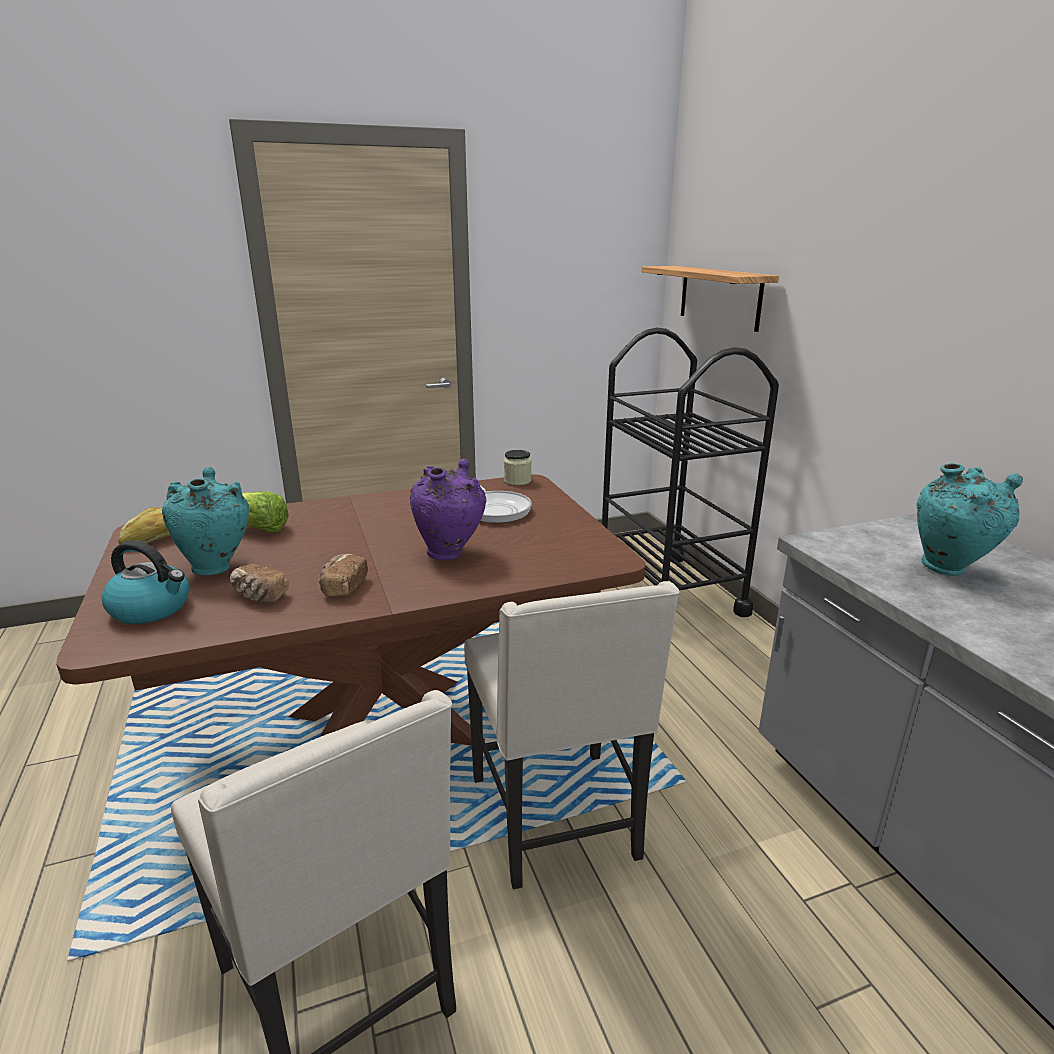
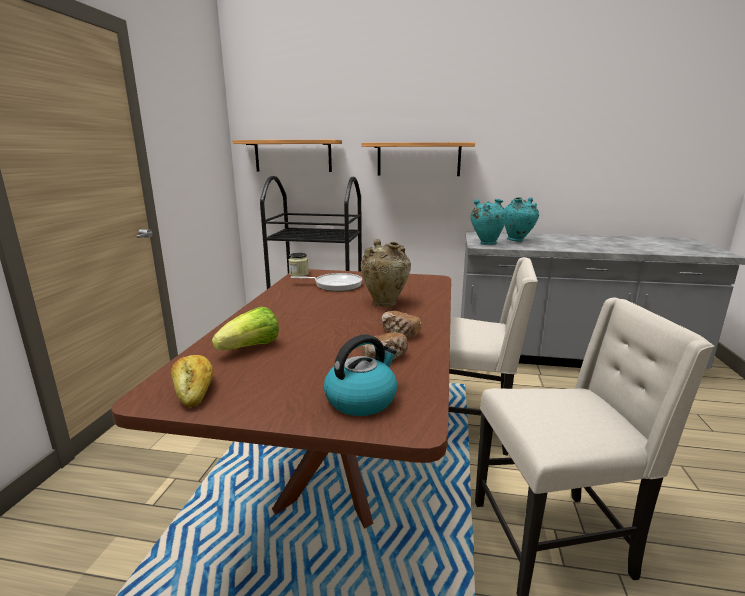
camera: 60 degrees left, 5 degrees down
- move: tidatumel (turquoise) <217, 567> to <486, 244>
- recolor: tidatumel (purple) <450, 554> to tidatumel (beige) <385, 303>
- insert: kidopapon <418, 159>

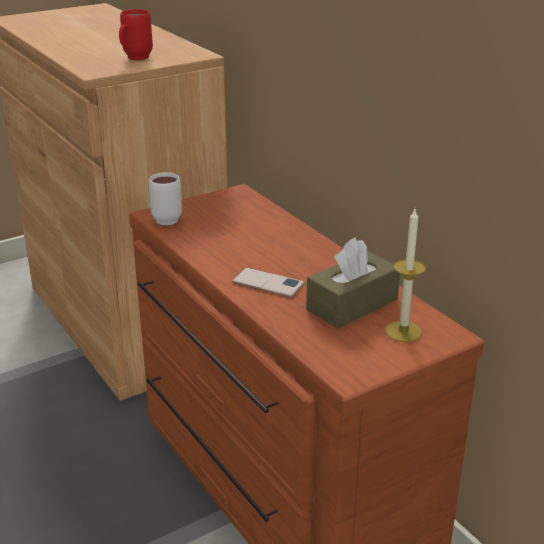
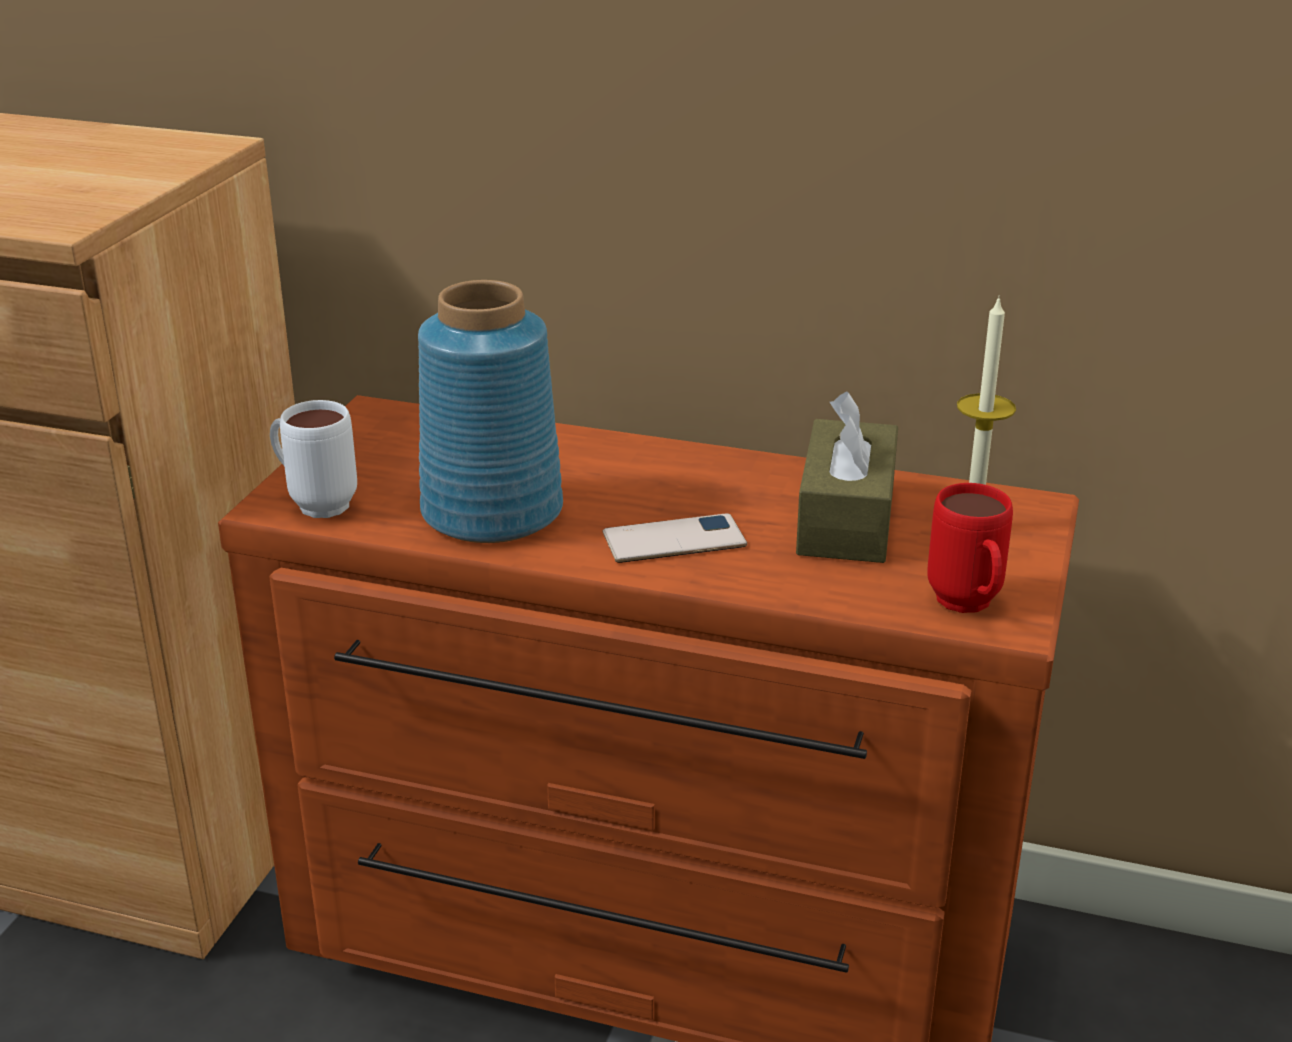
camera: 40 degrees left, 0 degrees up
- move: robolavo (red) <134, 59> to <968, 608>
- insert: tidatumel (blue) <491, 514>

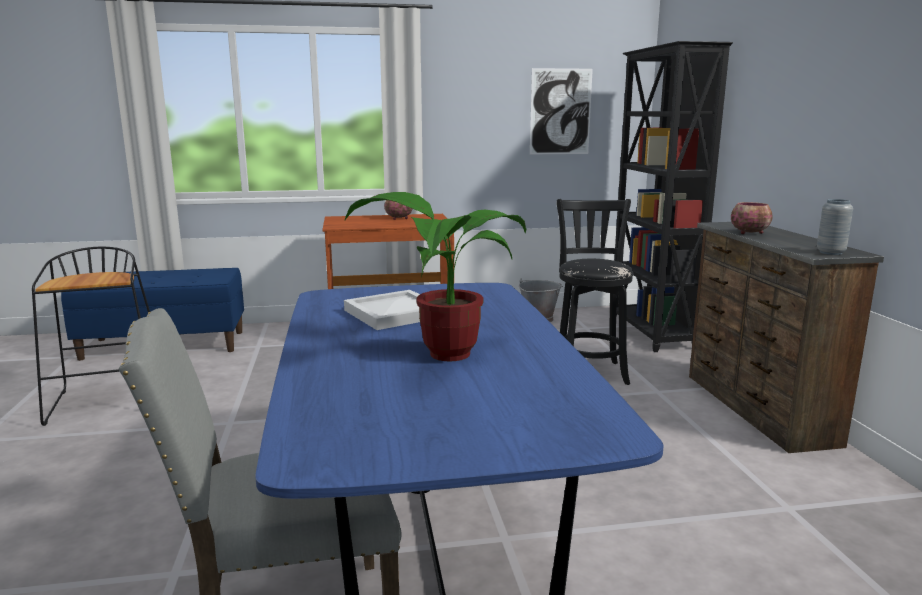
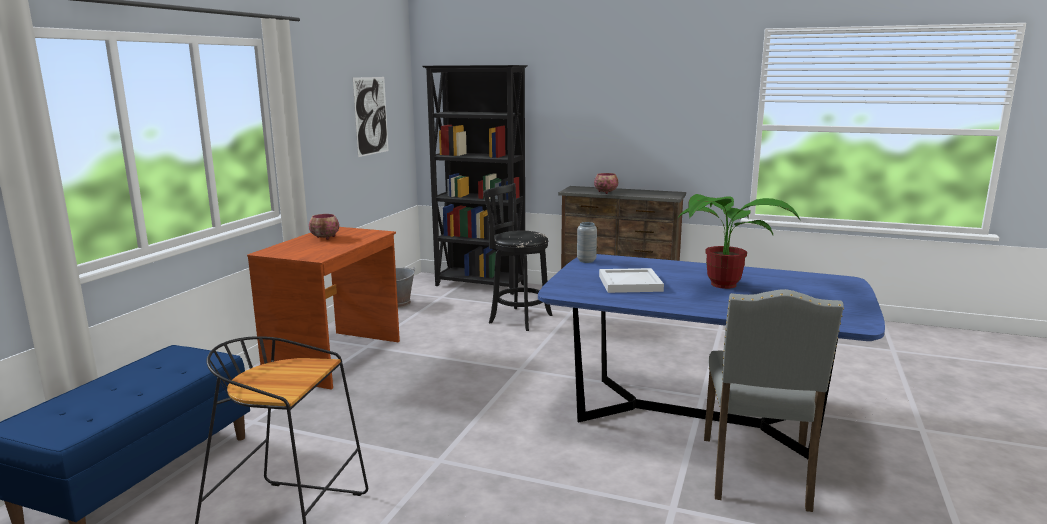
camera: 60 degrees left, 0 degrees up
- move: tidatumel (grey) <830, 252> to <586, 261>

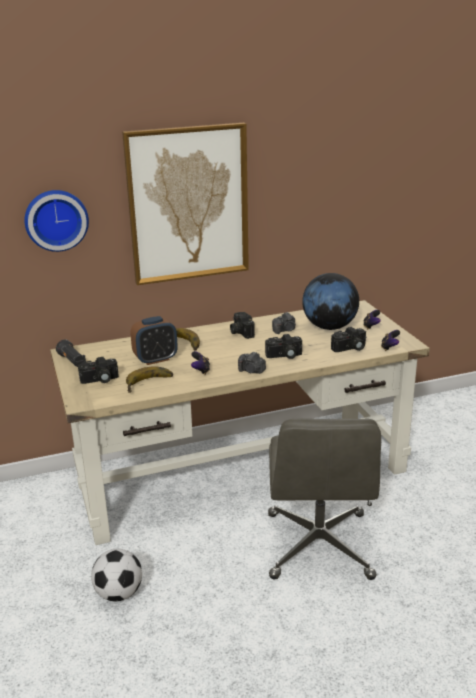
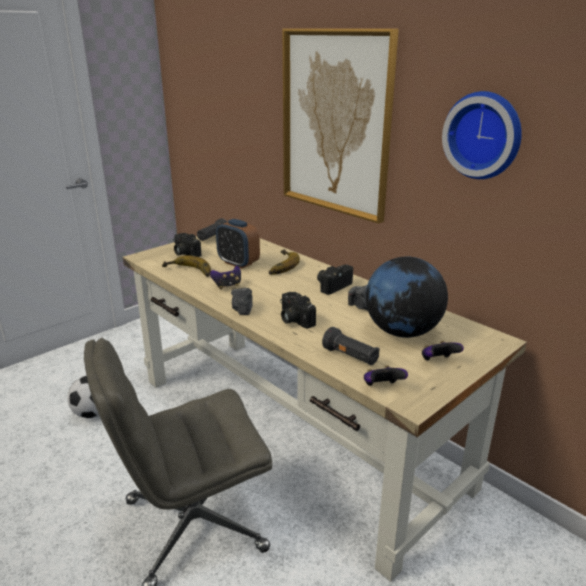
camera: 65 degrees right, 0 degrees up
- move: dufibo <56, 219> to <484, 135>
- replace: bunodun <350, 348> to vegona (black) <350, 357>

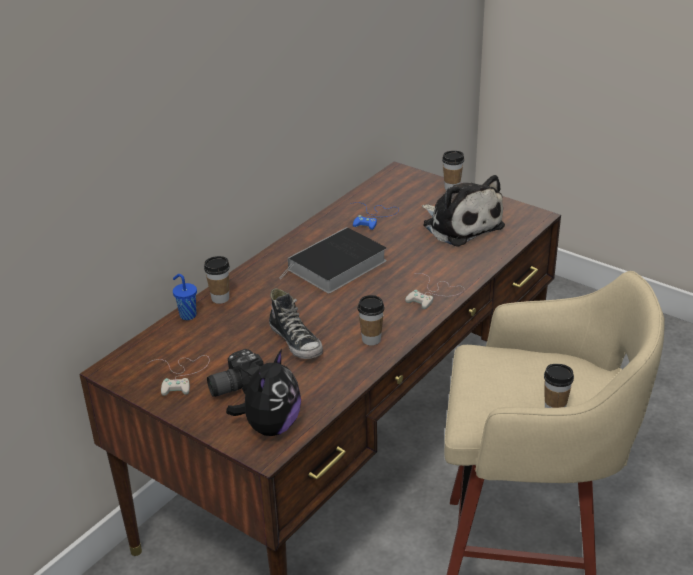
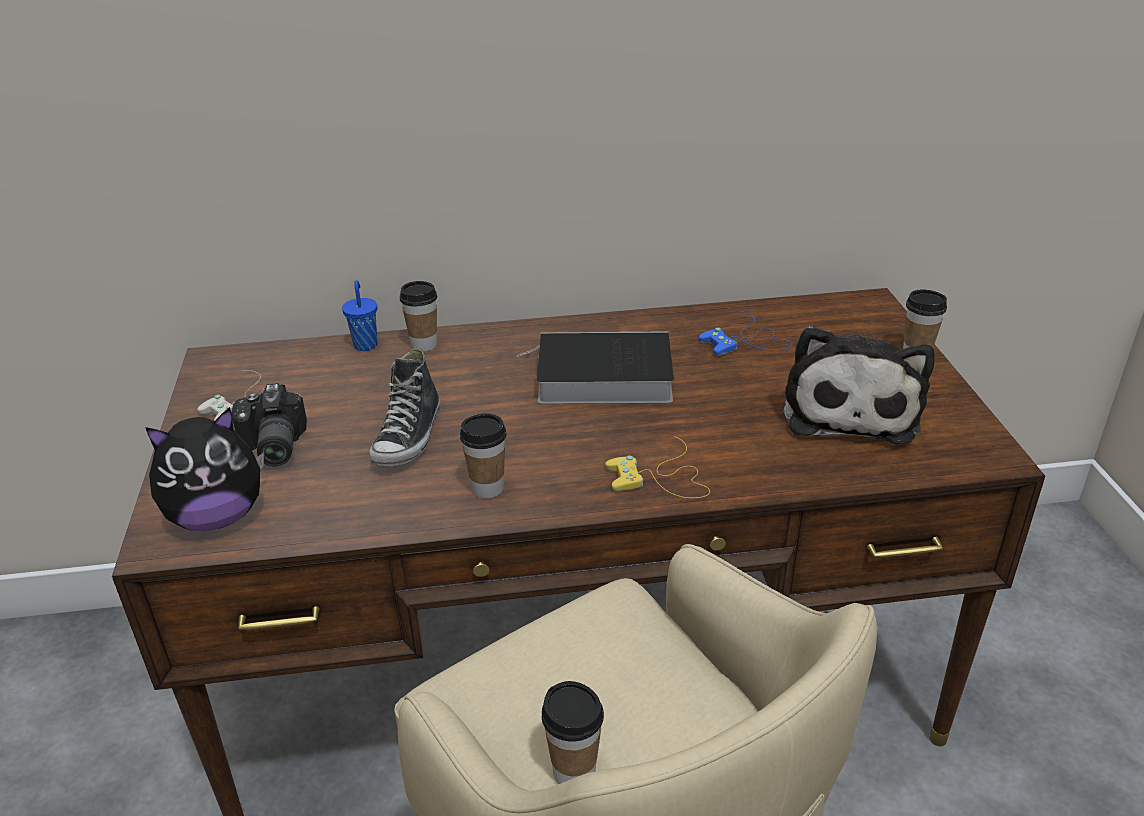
camera: 45 degrees right, 0 degrees up
- rotate: bunodun <235, 385> = <270, 447> 120 degrees counterclockwise
- recolor: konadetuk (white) <434, 293> to konadetuk (yellow) <661, 478>

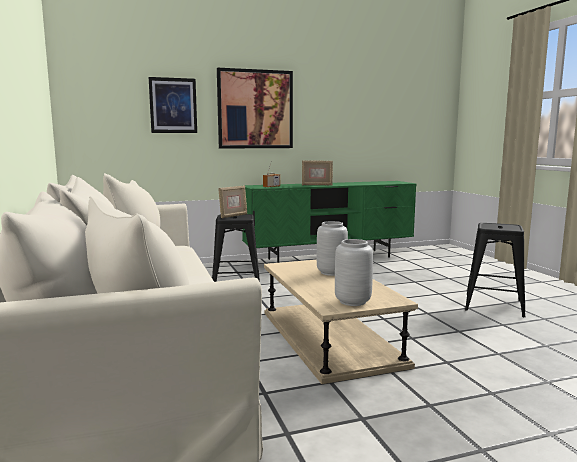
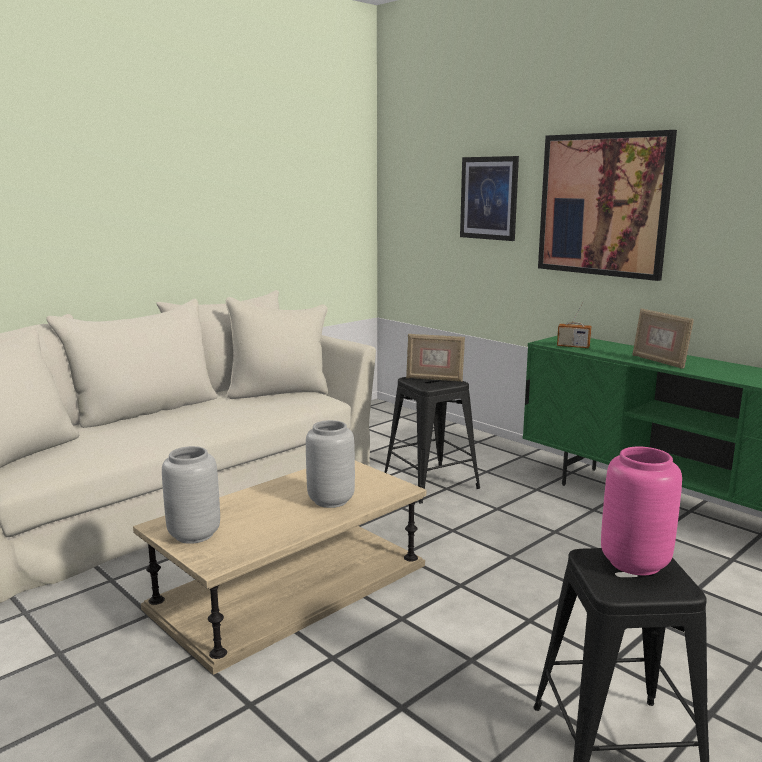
camera: 65 degrees right, 5 degrees up
- insert: tidatumel (pink) <636, 562>

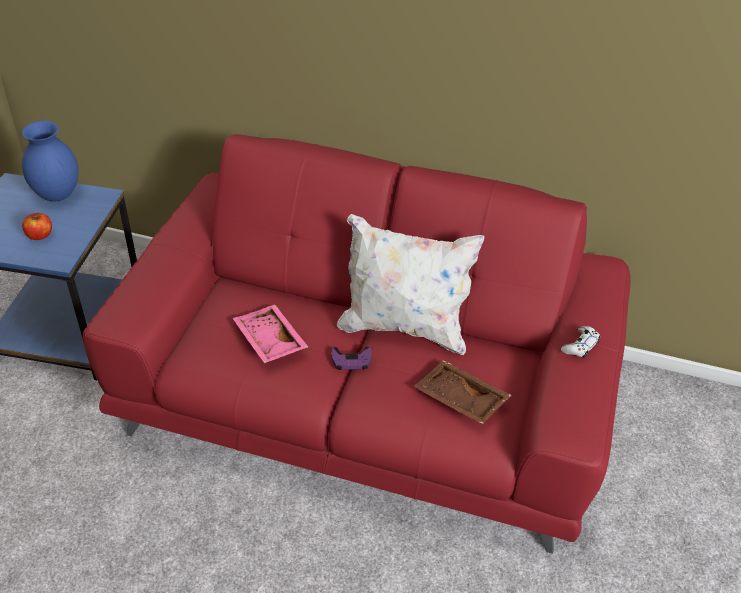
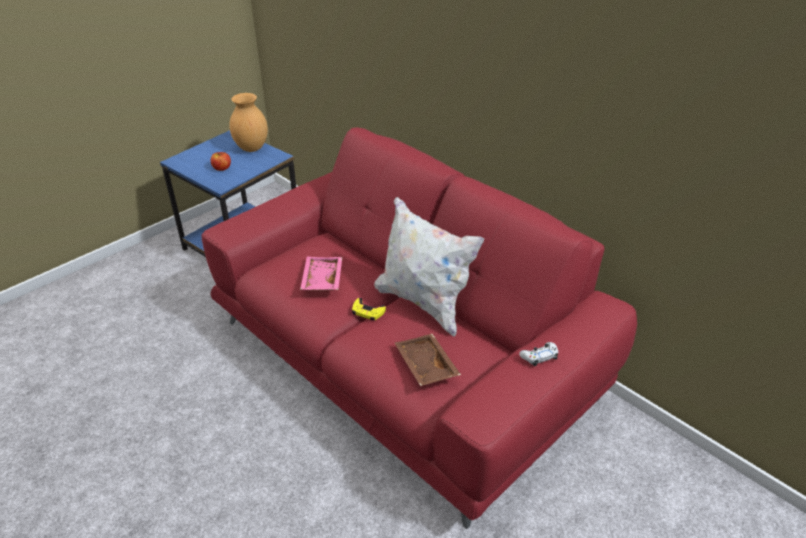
camera: 30 degrees right, 5 degrees down
- recolor: tidatumel (blue) <57, 195> to tidatumel (brown) <251, 148>
- recolor: konadetuk (purple) <351, 361> to konadetuk (yellow) <367, 312>

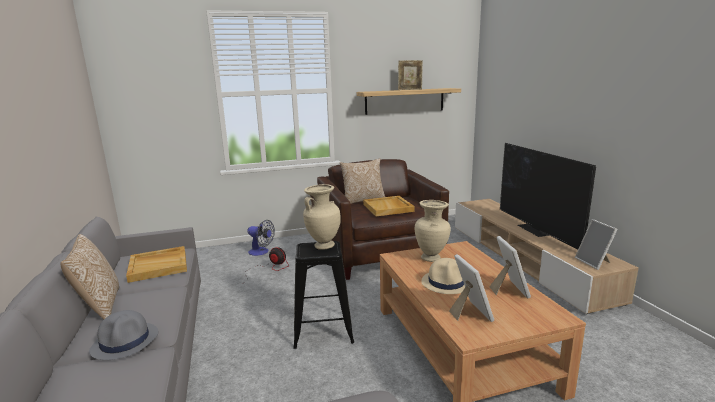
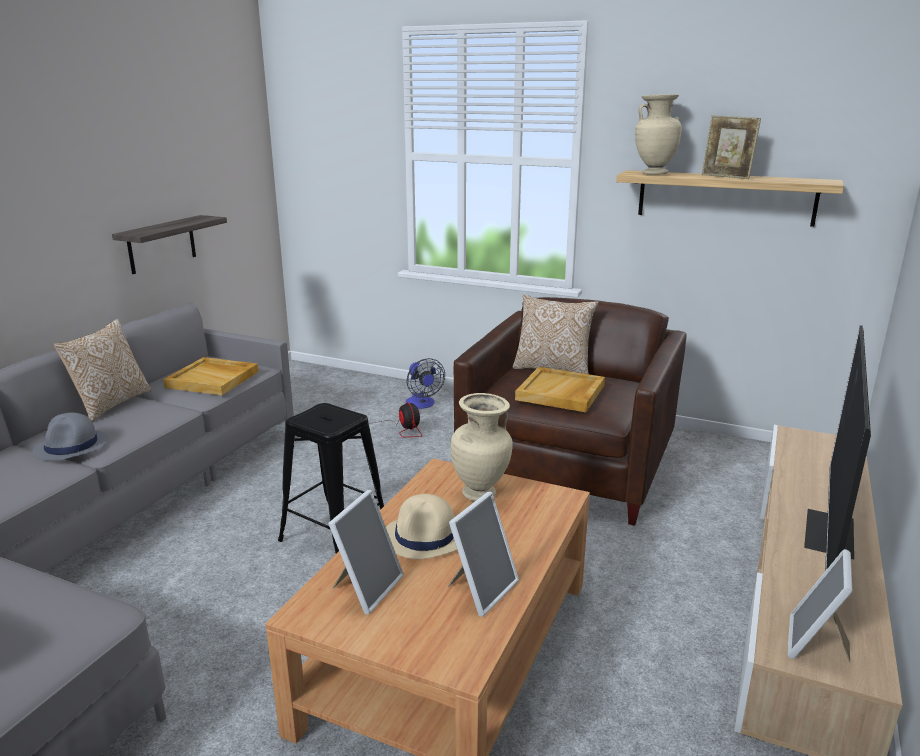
camera: 40 degrees right, 5 degrees up
- move: tidatumel (beige) <323, 246> to <654, 174>
- insert: kidopapon <162, 244>

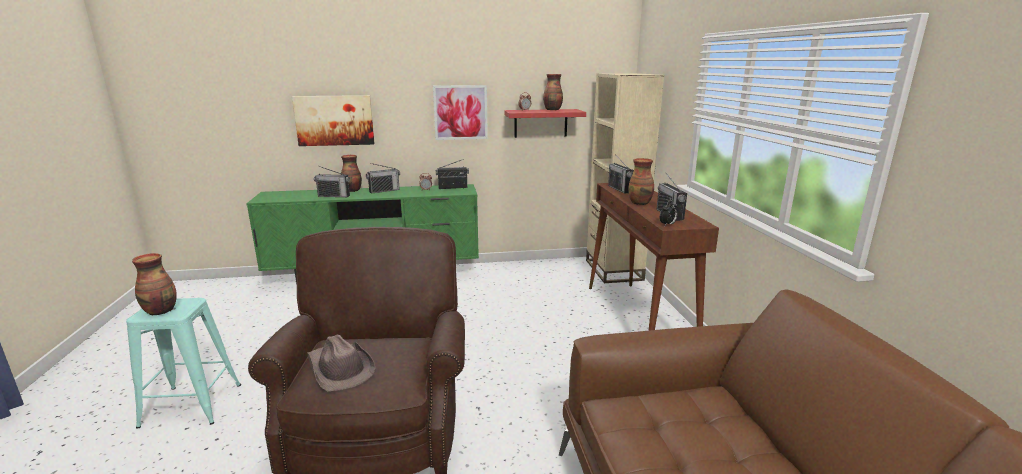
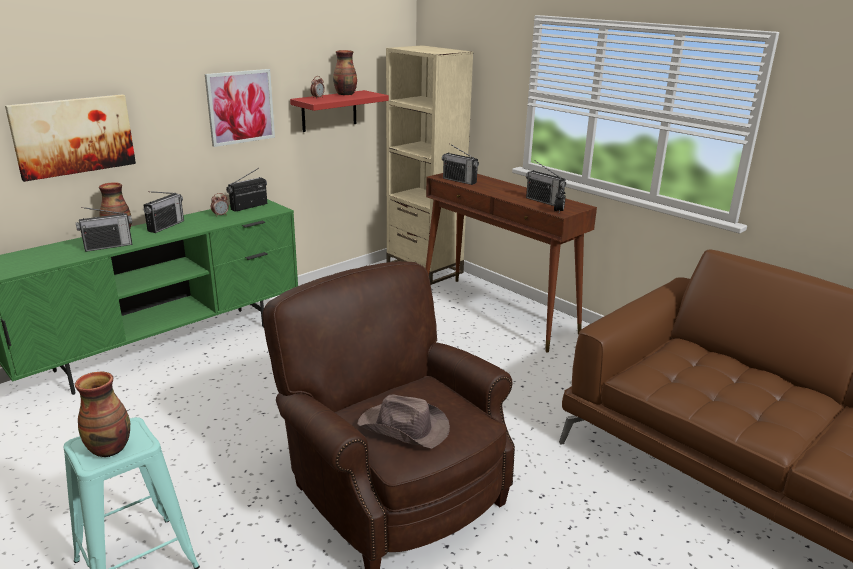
camera: 35 degrees left, 5 degrees up
- delete: tidatumel <640, 203>

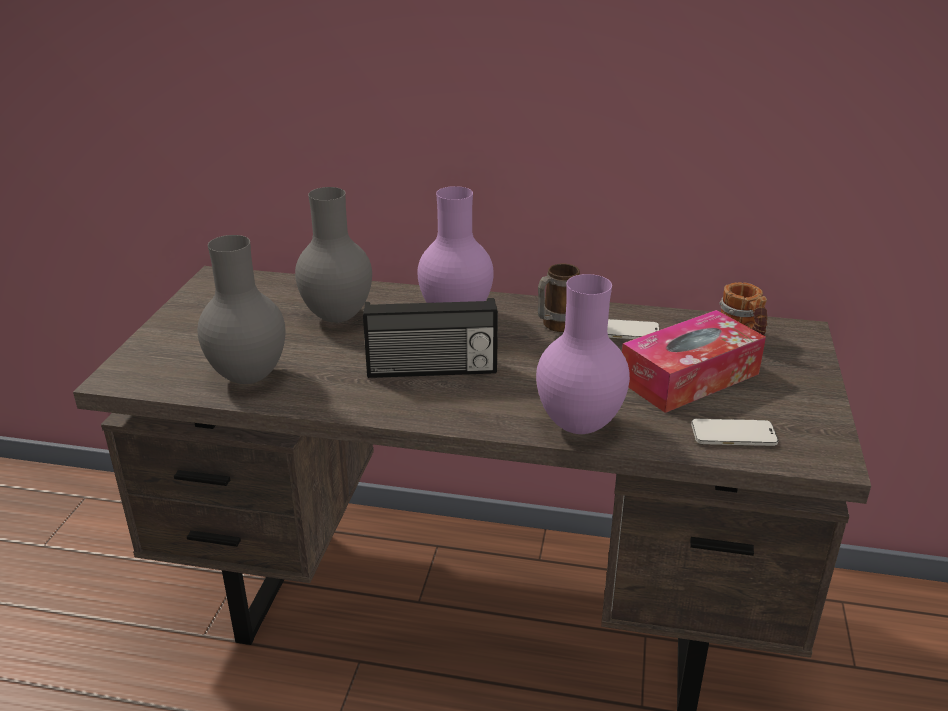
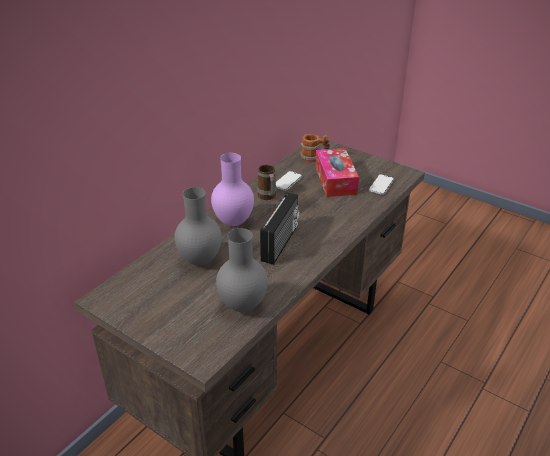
camera: 65 degrees left, 5 degrees up
- delete: tidatumel (purple) <581, 426>

